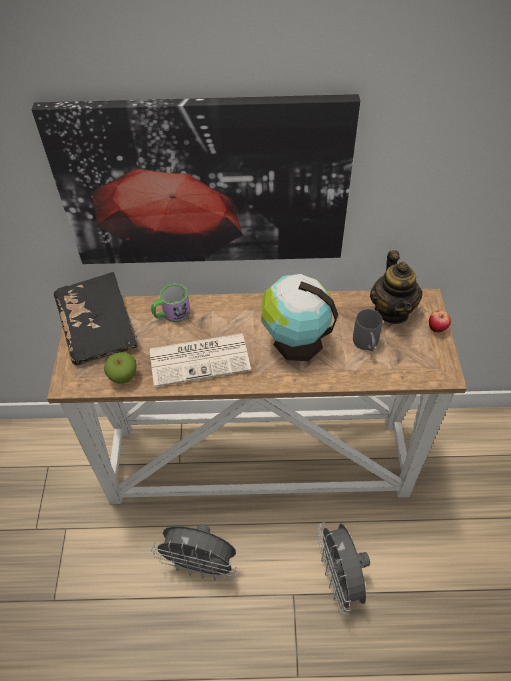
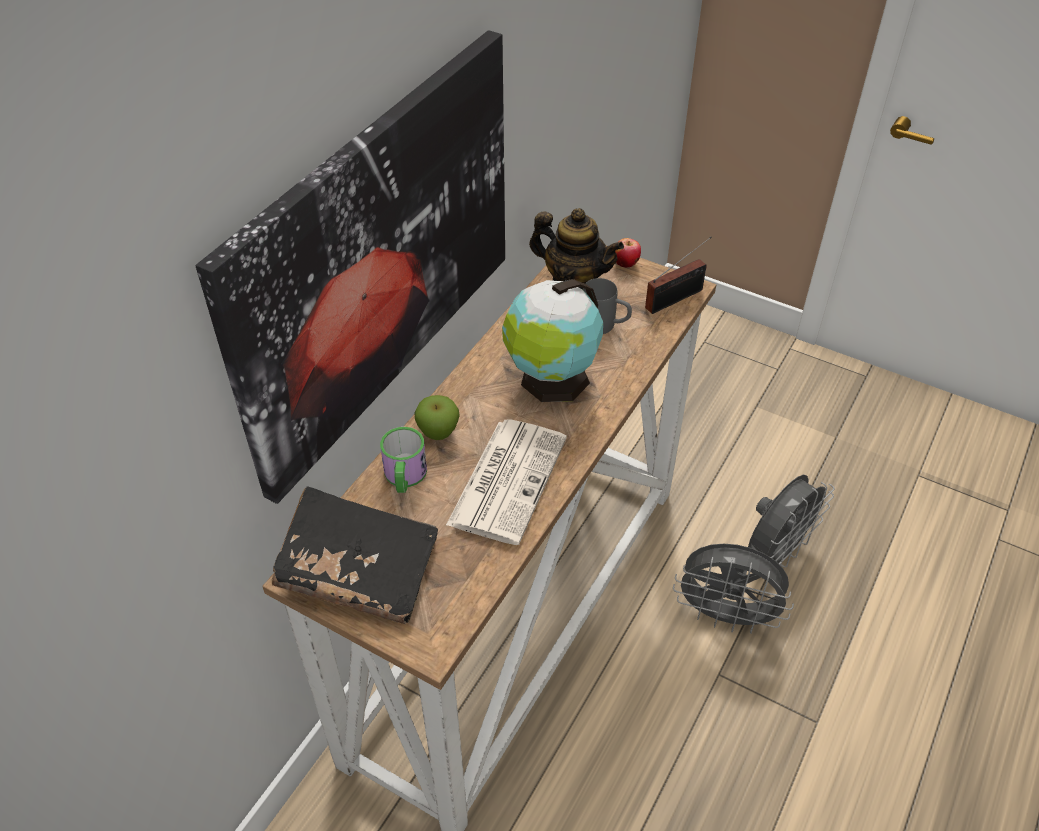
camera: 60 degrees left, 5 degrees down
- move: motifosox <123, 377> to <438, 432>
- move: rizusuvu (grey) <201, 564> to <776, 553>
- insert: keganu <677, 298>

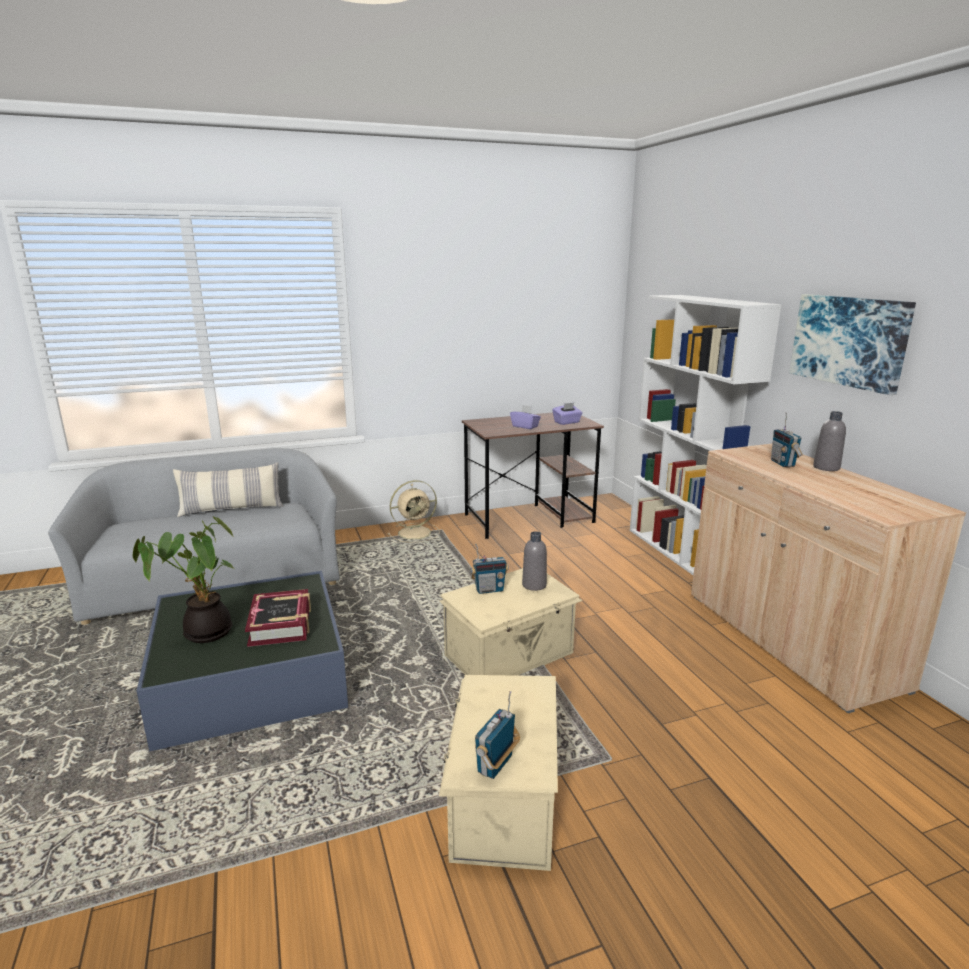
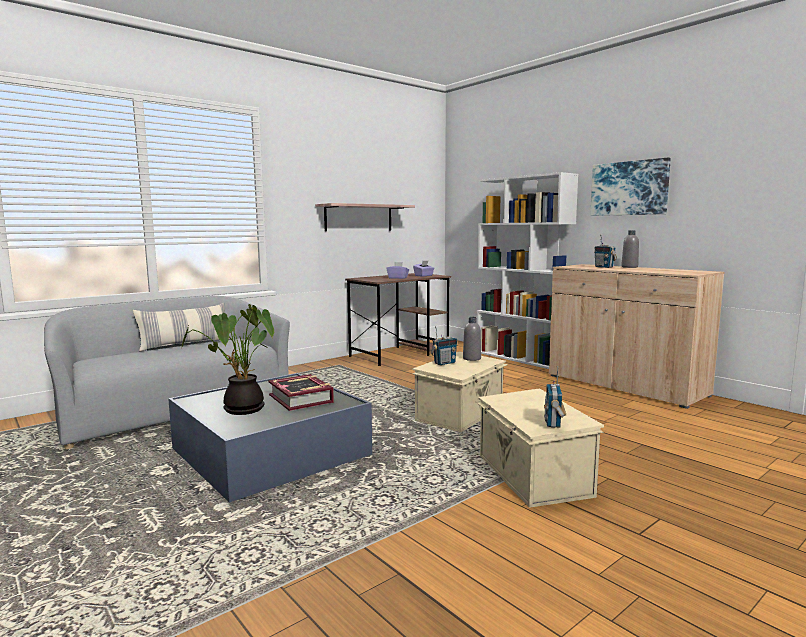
camera: 20 degrees left, 10 degrees down
- delete: rizusuvu (beige) <416, 532>
- insert: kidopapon <359, 218>

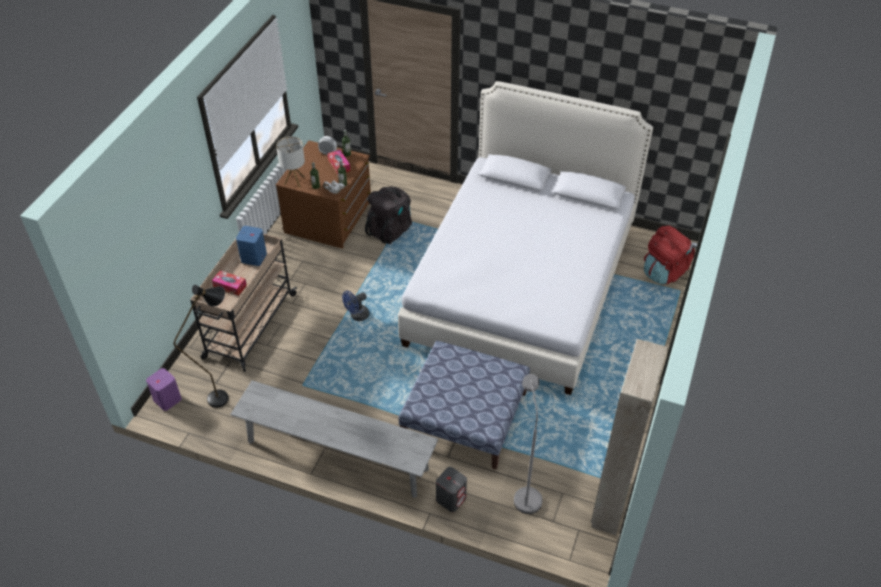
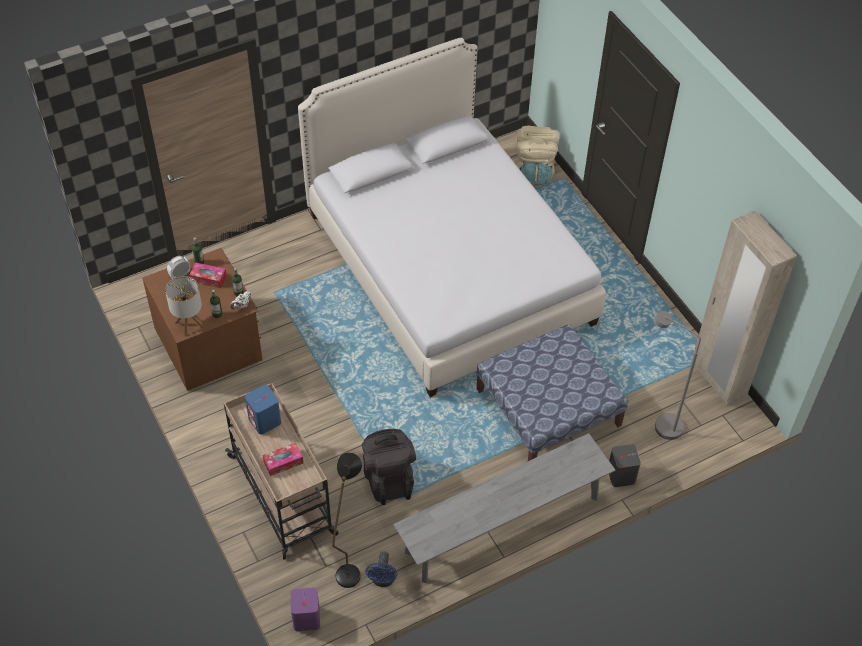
camera: 50 degrees left, 5 degrees up
- move: rizusuvu (blue) <357, 316> to <382, 580>
- move: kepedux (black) <390, 229> to <388, 479>
- recolor: kepedux (red) <664, 271> to kepedux (beige) <534, 171>

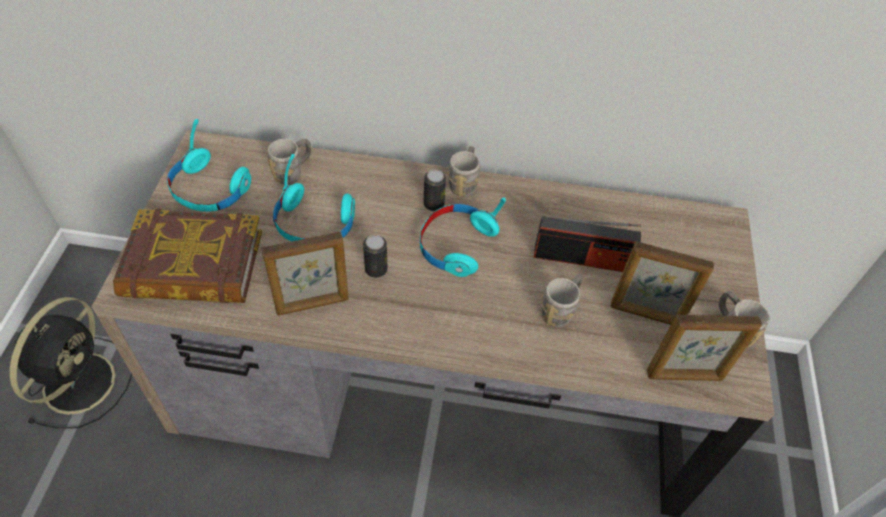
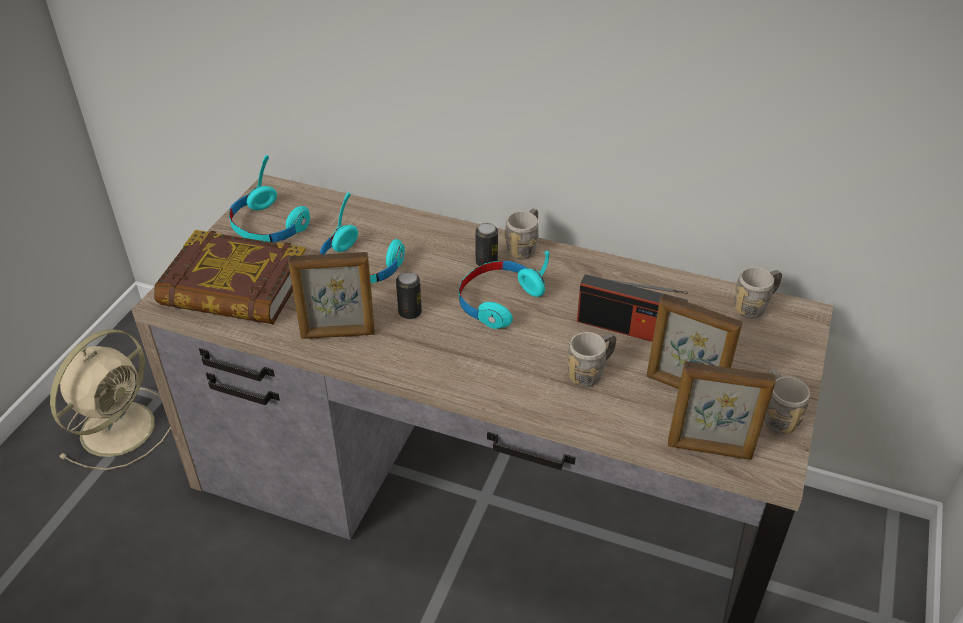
camera: 15 degrees right, 10 degrees down
- recolor: rizusuvu (black) <81, 380> to rizusuvu (beige) <120, 426>
- move: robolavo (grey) <293, 172> to <754, 306>

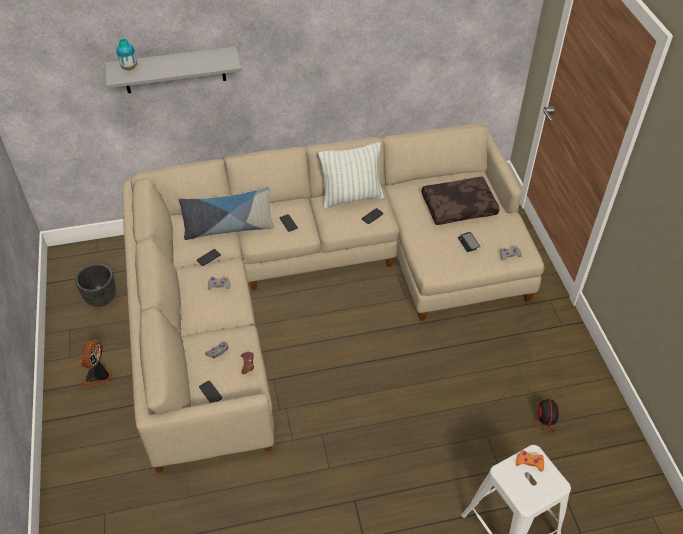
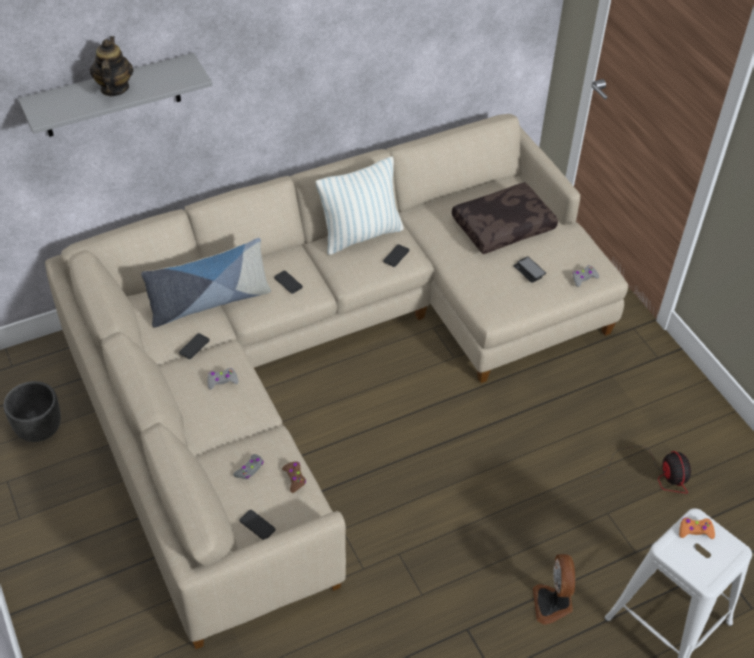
camera: 15 degrees left, 0 degrees up
- move: rizusuvu <99, 376> to <553, 604>
- delete: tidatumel <129, 68>
- insert: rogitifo <114, 88>

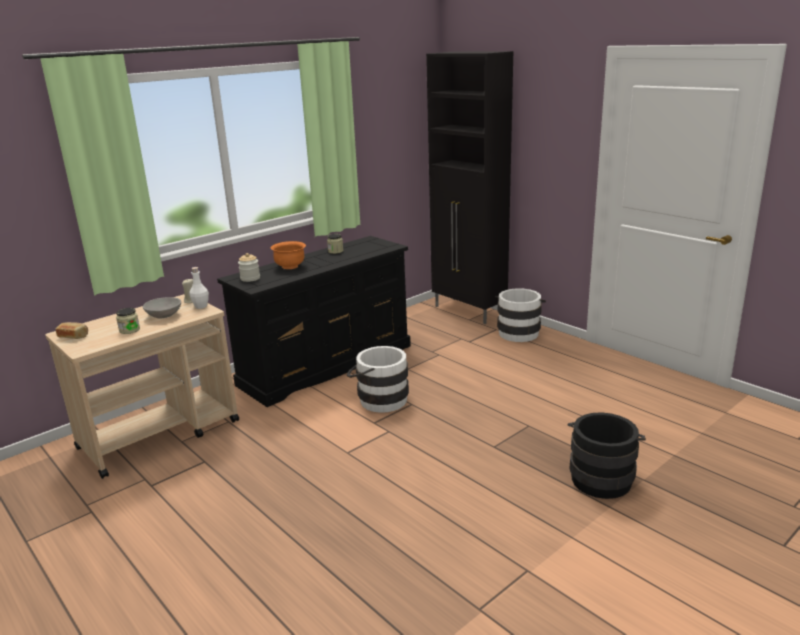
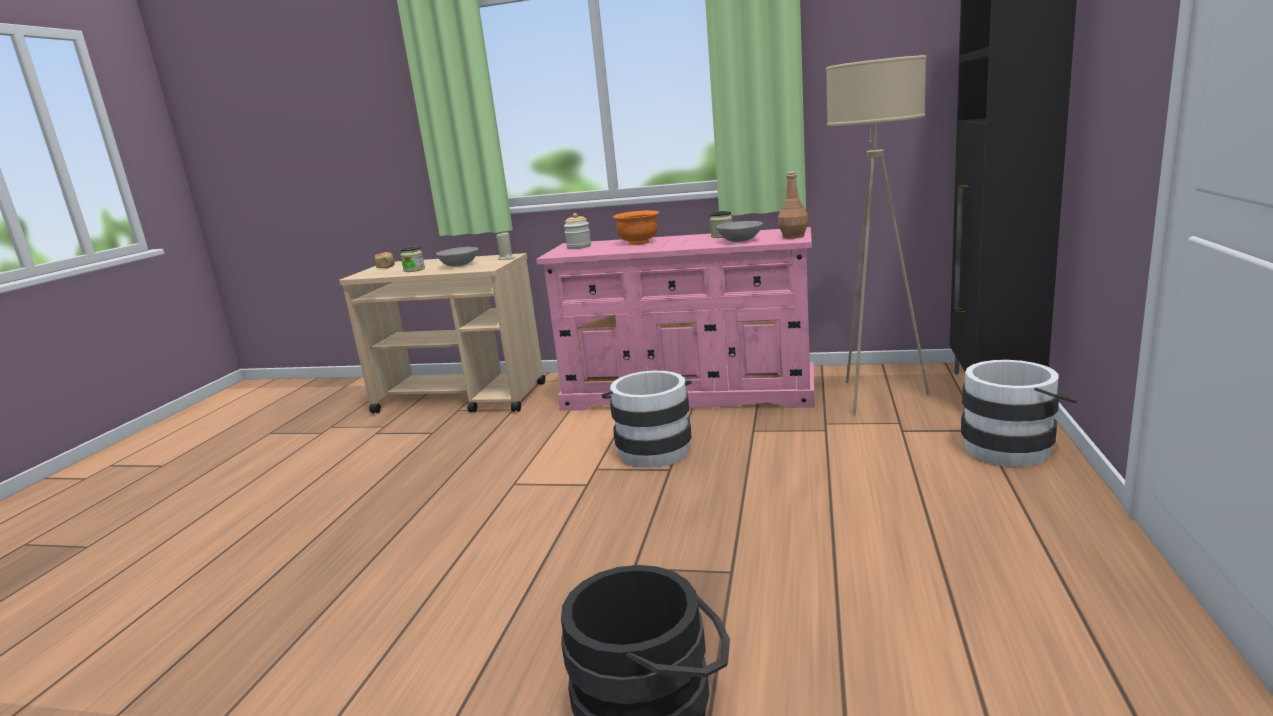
camera: 55 degrees right, 5 degrees down
- delete: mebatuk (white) <201, 306>
- recolor: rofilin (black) <327, 364> to rofilin (pink) <689, 393>
- insert: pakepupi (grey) <739, 240>
- insert: mebatuk (brown) <793, 236>
- insert: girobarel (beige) <875, 397>

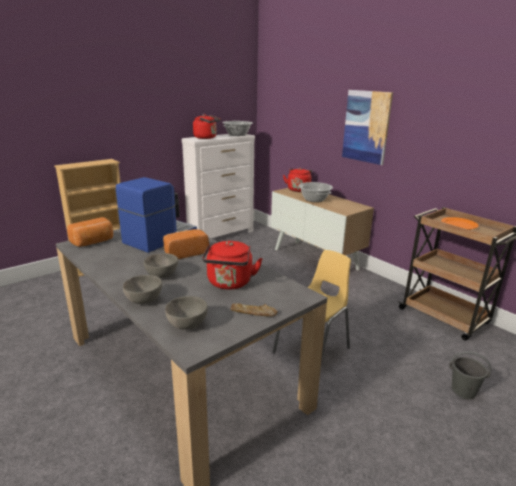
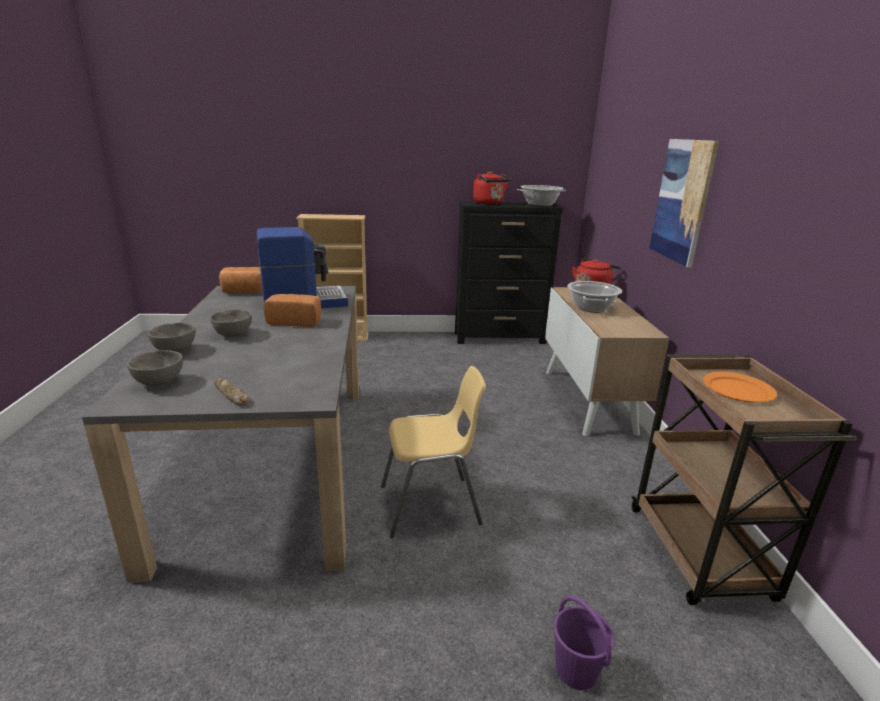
camera: 35 degrees right, 0 degrees up
- recolor: rofilin (white) <221, 235> to rofilin (black) <500, 338>
- delete: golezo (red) <229, 283>
- recolor: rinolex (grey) <463, 391> to rinolex (purple) <575, 669>

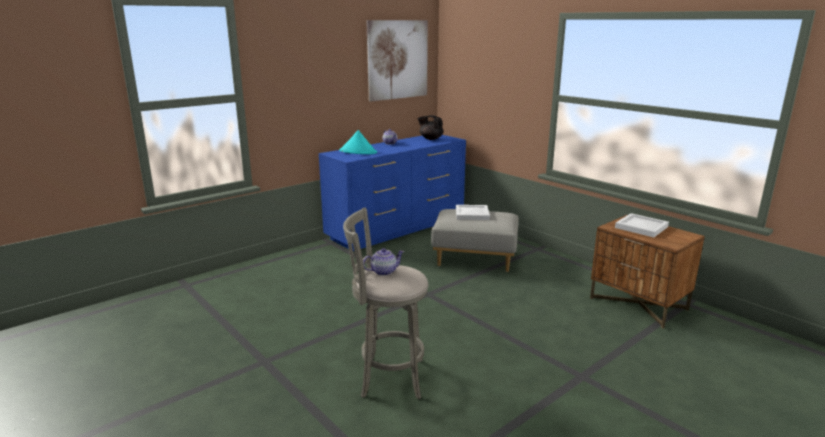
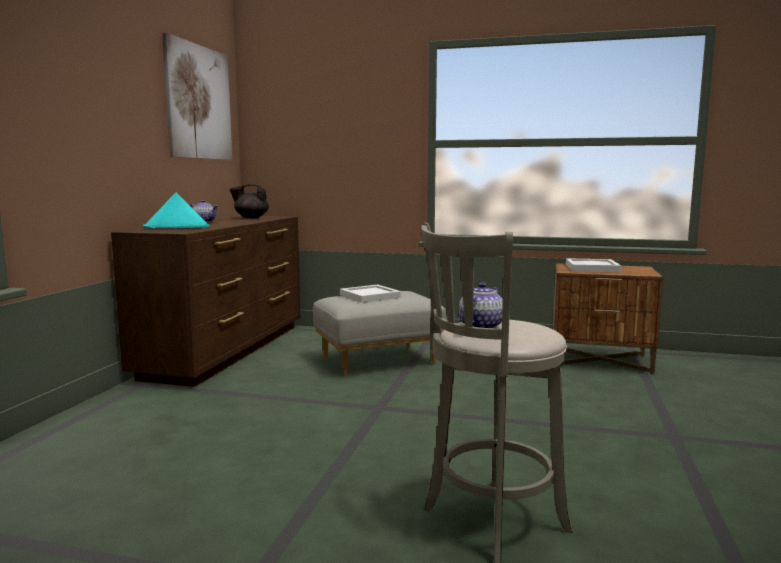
camera: 35 degrees left, 10 degrees down
- recolor: rofilin (blue) <398, 228> to rofilin (brown) <227, 350>

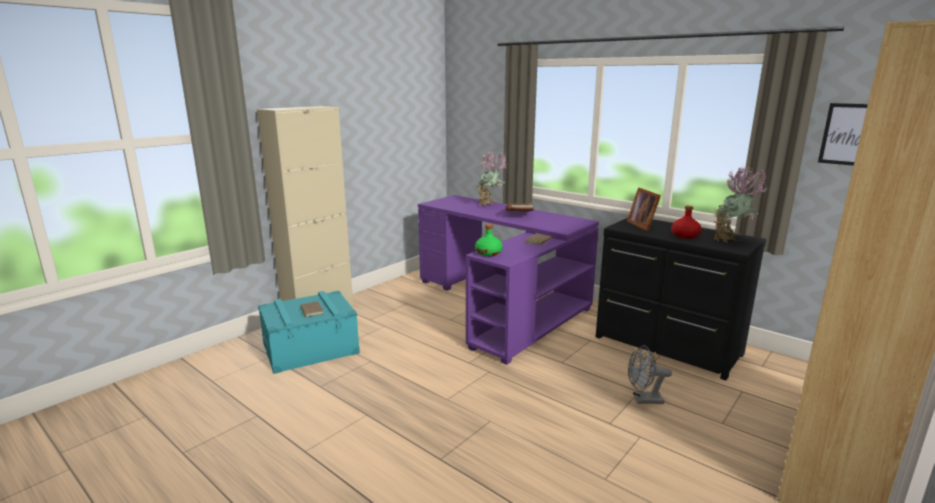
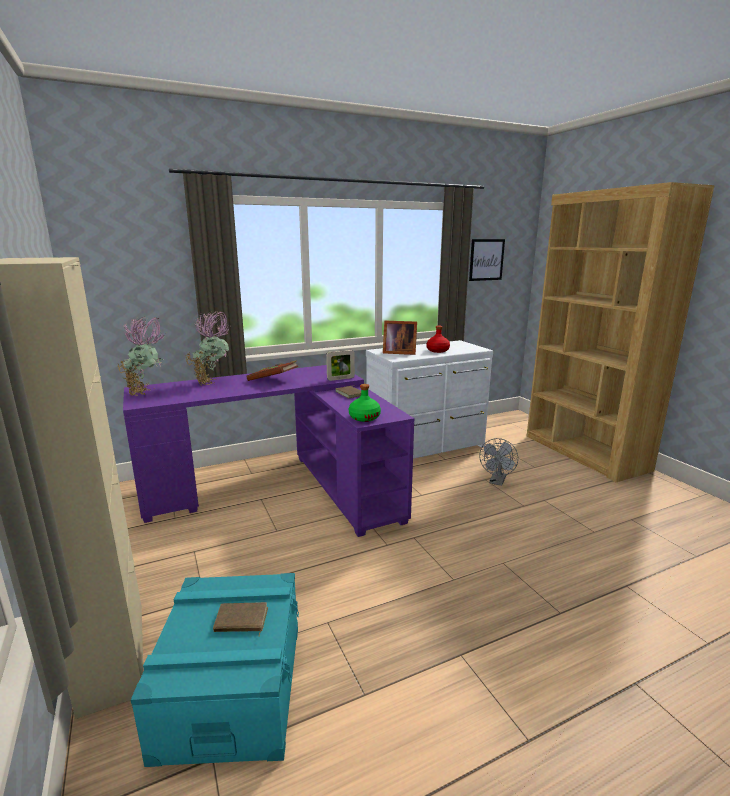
camera: 65 degrees left, 0 degrees up
- recolor: rofilin (black) <667, 347> to rofilin (white) <427, 447>
- move: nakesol <731, 242> to <147, 393>
- insert: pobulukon <340, 379>

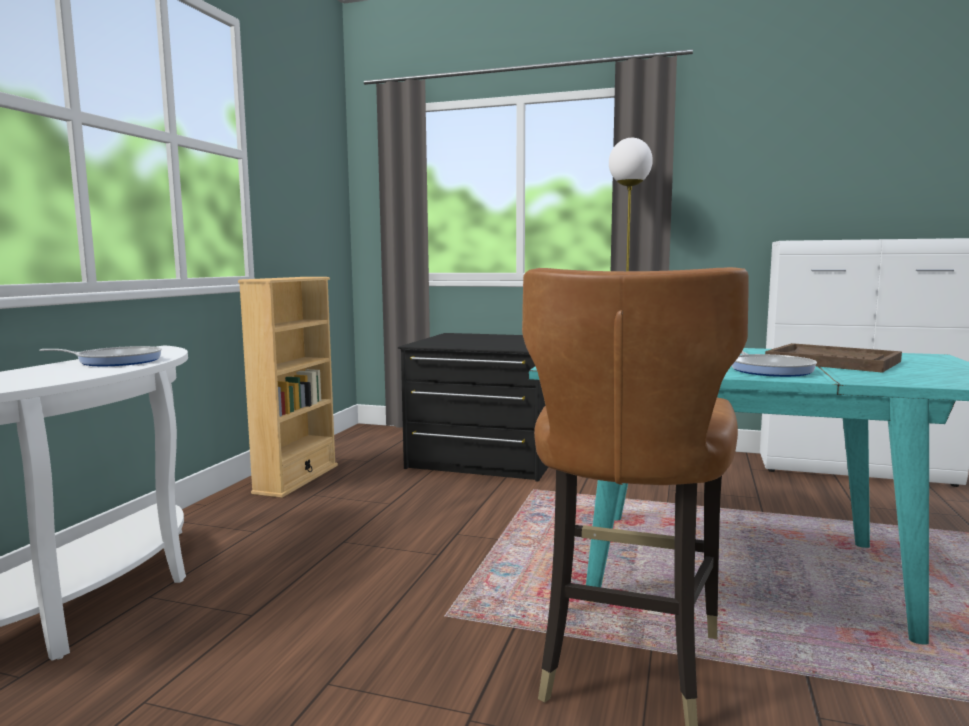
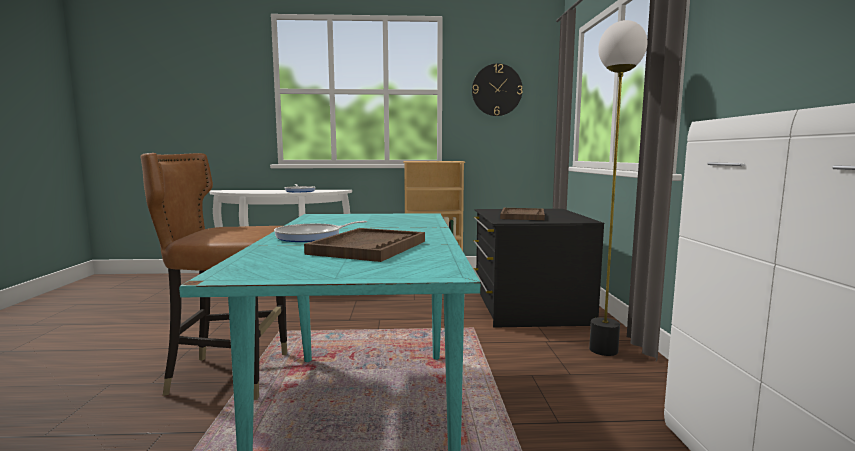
camera: 70 degrees right, 0 degrees up
- insert: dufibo <496, 90>
- insert: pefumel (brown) <522, 216>

